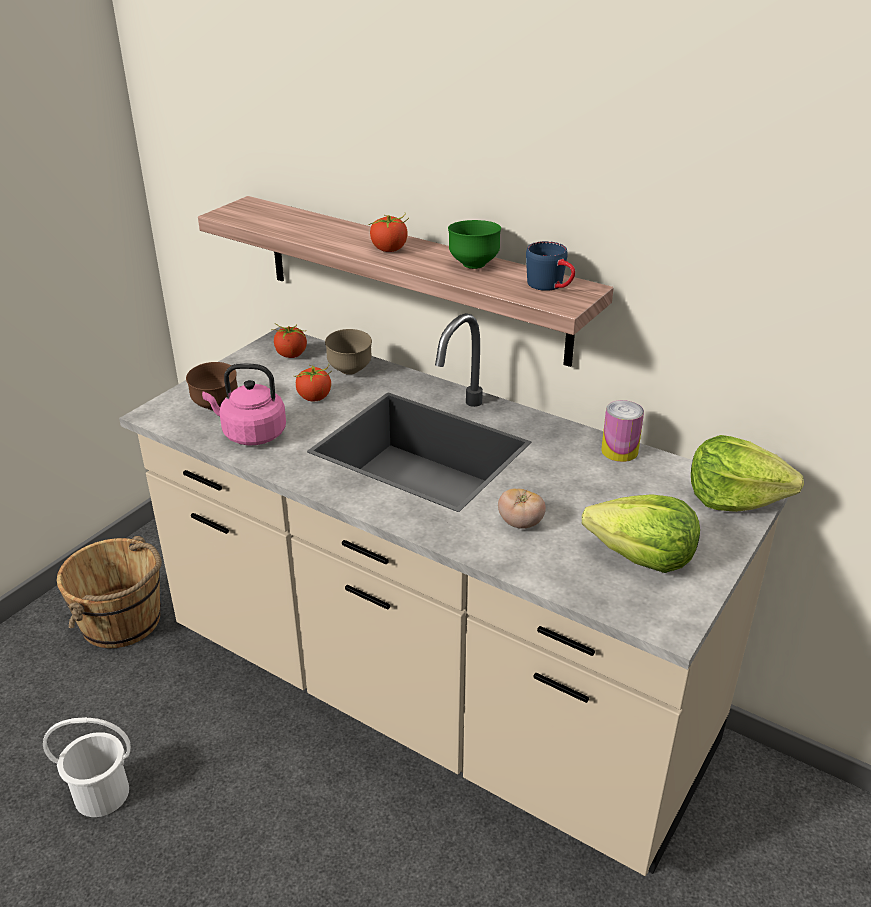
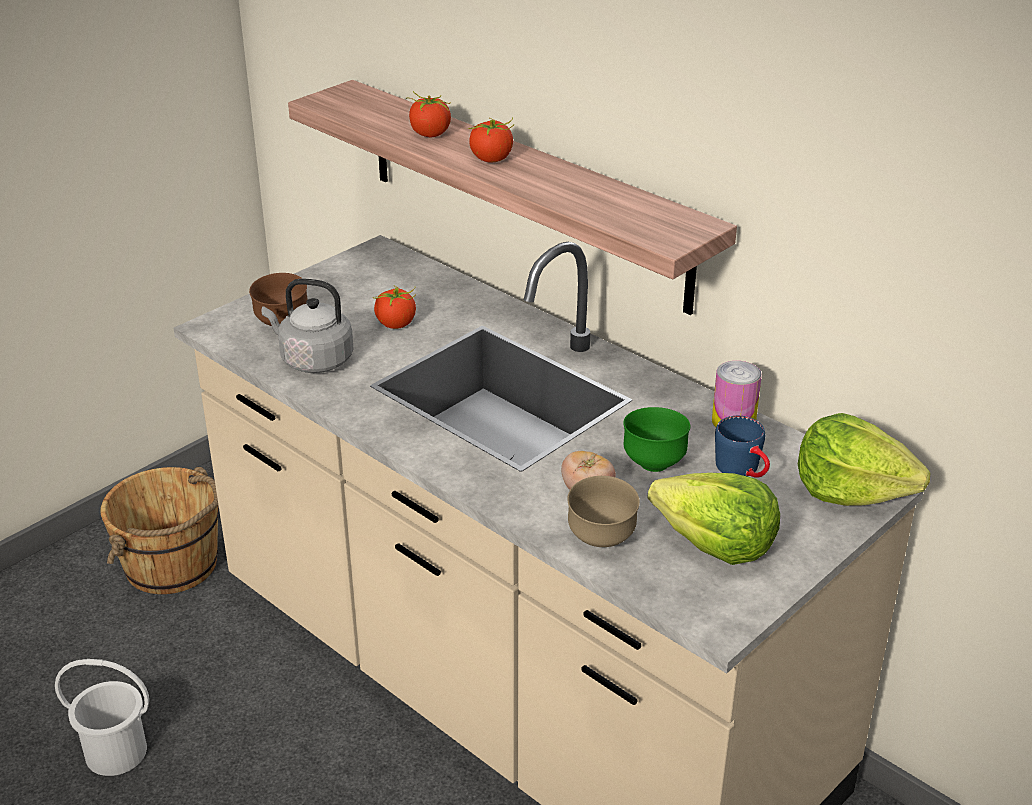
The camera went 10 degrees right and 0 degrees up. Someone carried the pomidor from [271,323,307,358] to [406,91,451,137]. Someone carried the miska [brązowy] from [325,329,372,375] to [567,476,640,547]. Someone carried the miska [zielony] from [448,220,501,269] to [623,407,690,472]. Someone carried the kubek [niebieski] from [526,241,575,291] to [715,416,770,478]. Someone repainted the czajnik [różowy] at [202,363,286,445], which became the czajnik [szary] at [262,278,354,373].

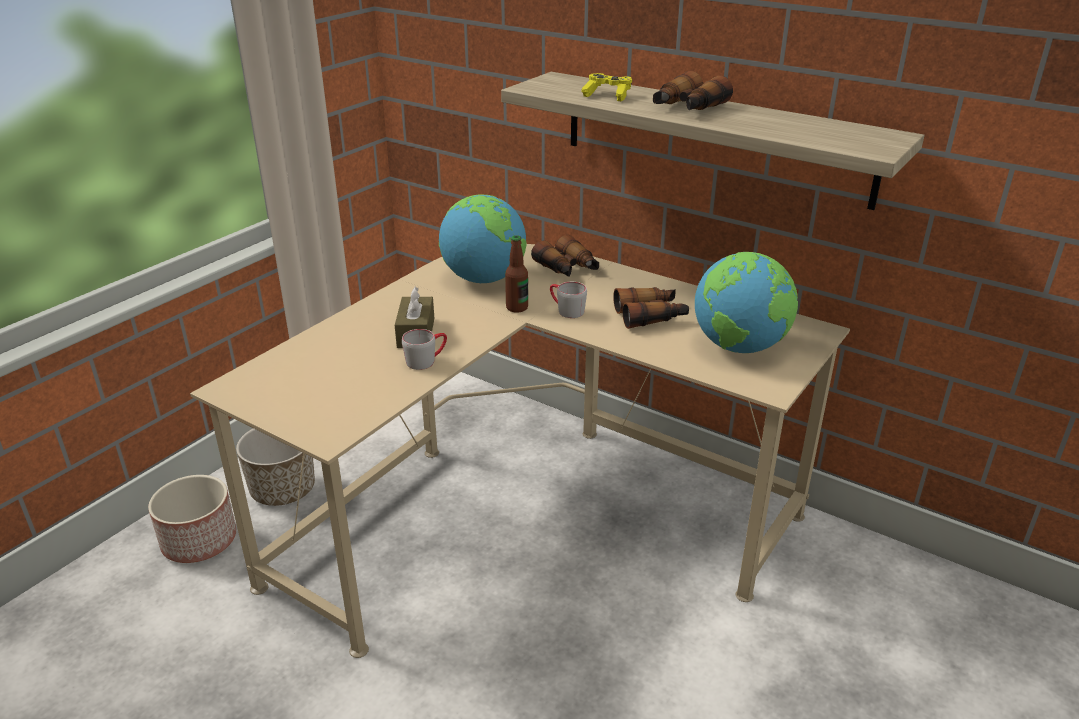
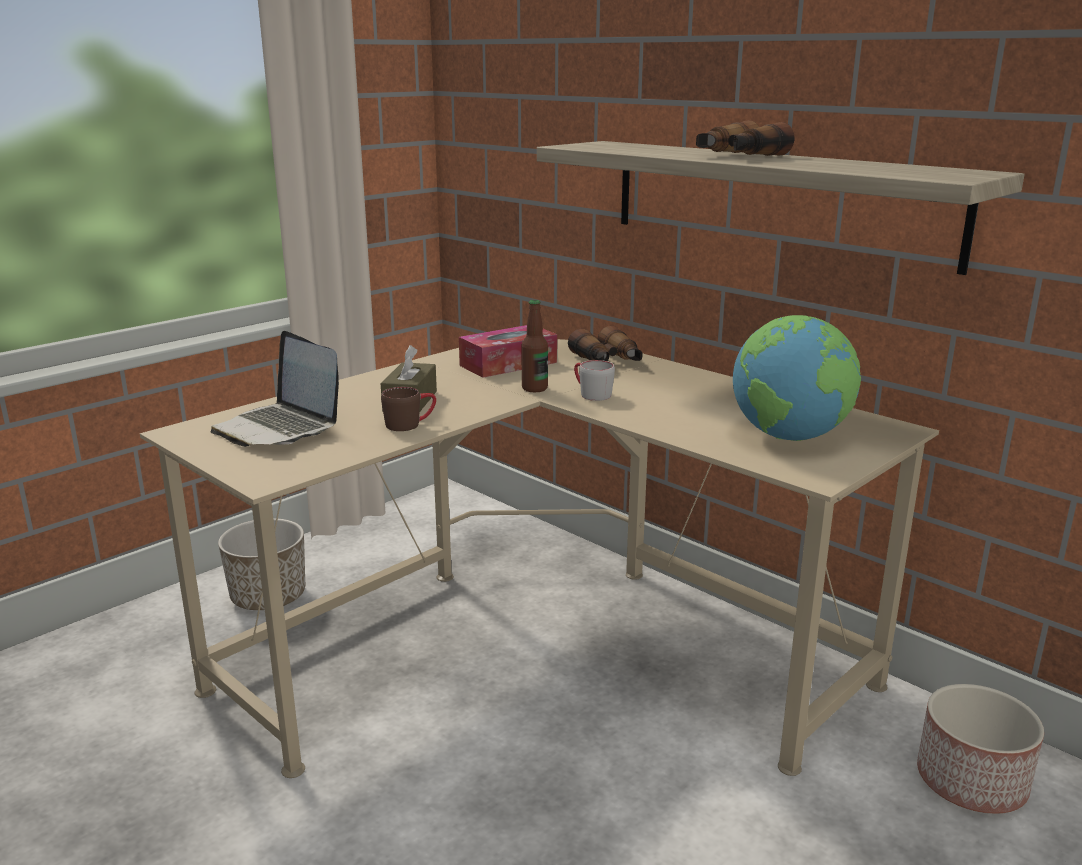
The camera went 10 degrees right and 10 degrees down. Someone took away the pad do gier [żółty] at [581,73,632,101]. Someone took away the lornetka at [613,287,689,329]. Someone put down the laptop at [211,331,339,447]. Someone carried the donica from [148,475,236,563] to [917,684,1044,814]. Someone swapped the globus at [439,194,527,283] for the pudełko chusteczek at [459,325,557,378]. Someone repainted the kubek [szary] at [402,329,447,370], which became the kubek [brązowy] at [381,387,436,431].

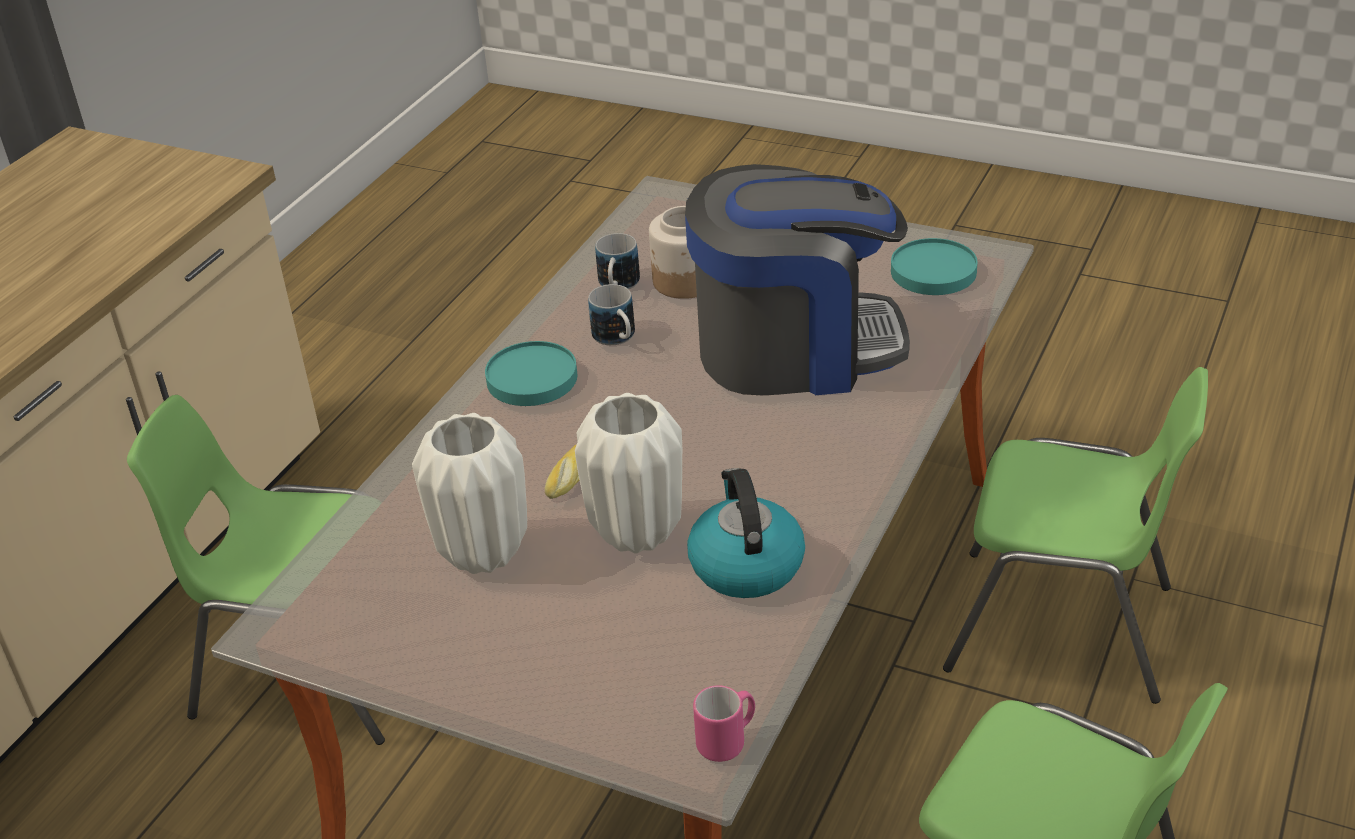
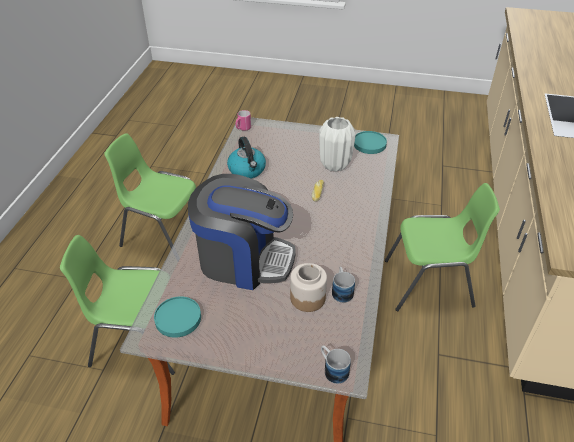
The camera went 165 degrees right and 5 degrees up. Someone took away the wazon [biały] at [575,393,682,554]. Someone carried the talerz [turkusowy] from [485,341,577,406] to [354,131,387,154]. Someone carried the kubek from [588,284,635,345] to [321,345,351,384]. Someone rotated the ekspres do kawy at [685,164,910,395] by 150 degrees counterclockwise.

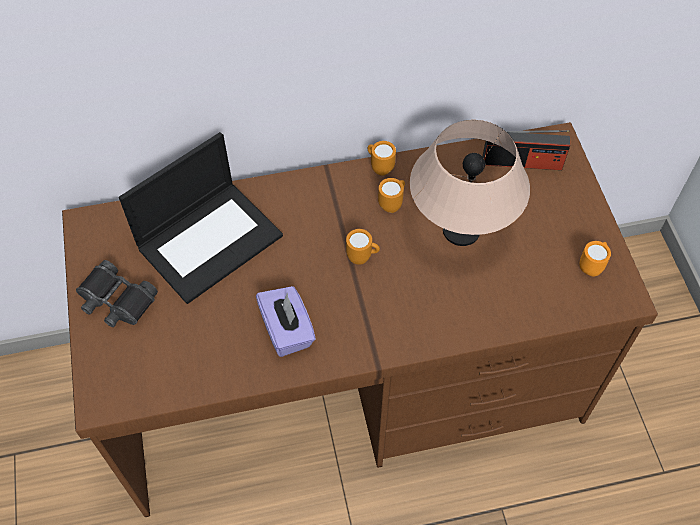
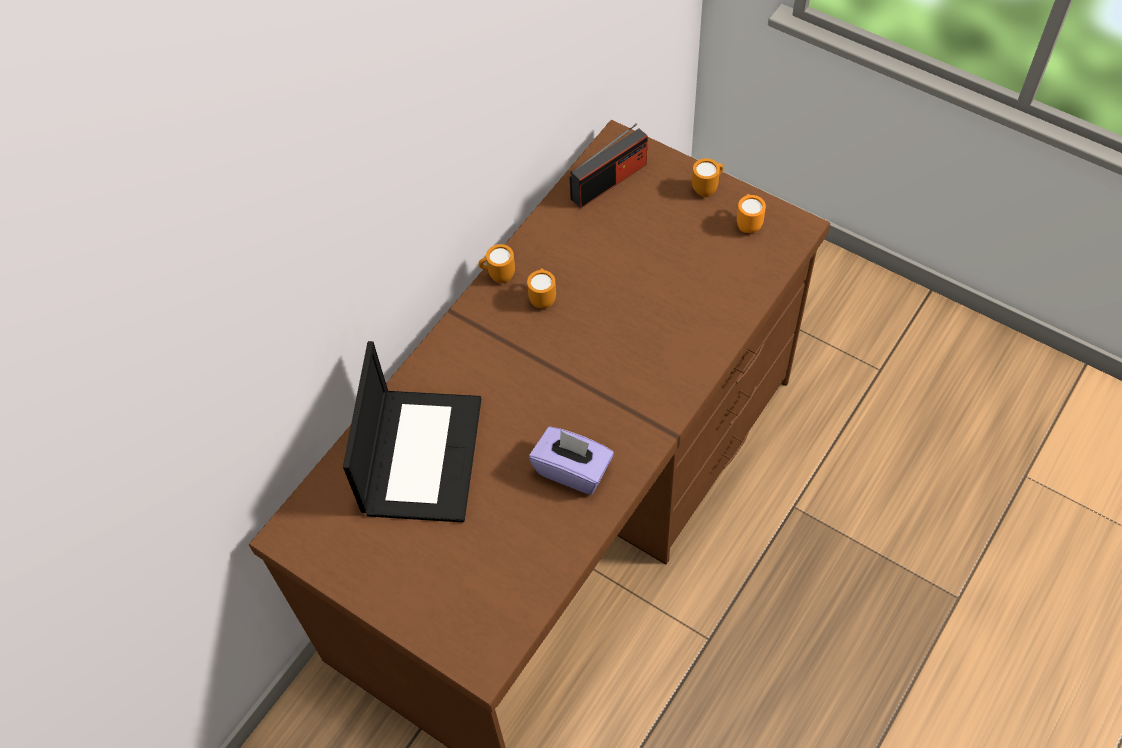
The camera went 40 degrees left and 0 degrees up. Someone took away the lornetka [czarny] at [76,260,158,327]. Someone took away the lampa stołowa [beżowy] at [410,120,530,246]. Someone carried the kubek [pomarańczowy] from [346,229,380,265] to [692,158,724,197].

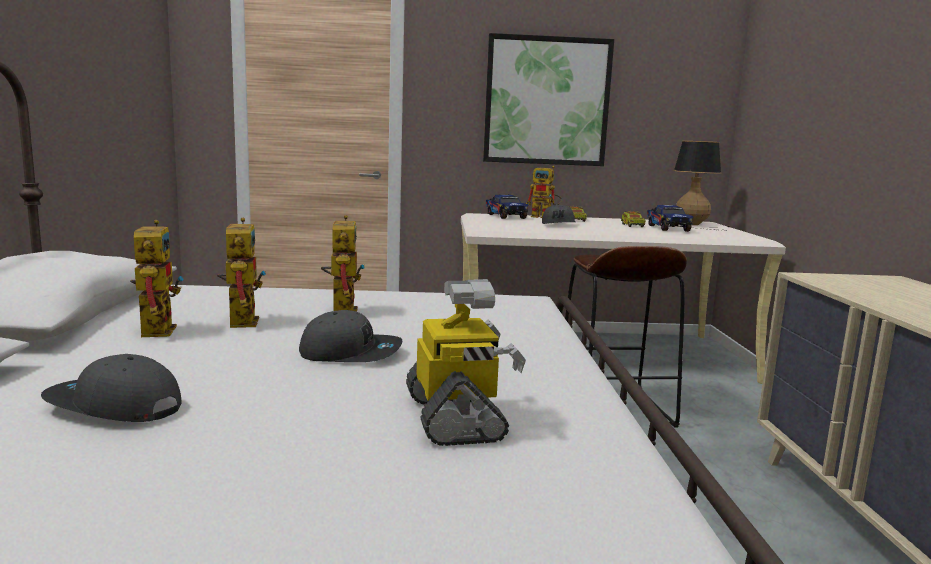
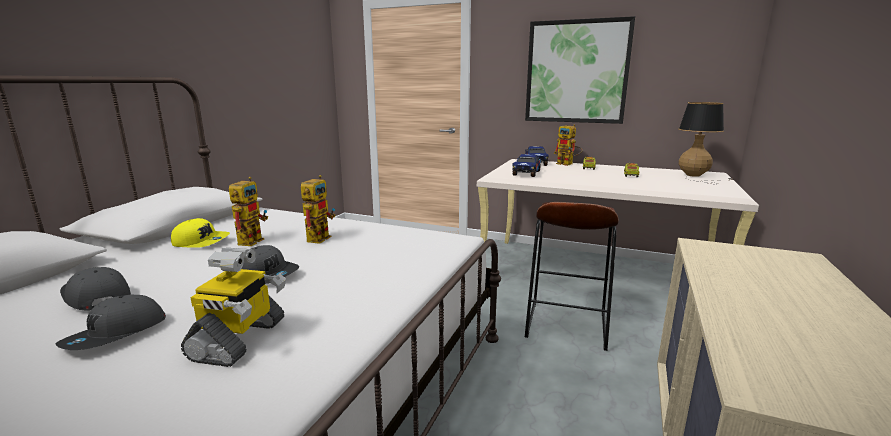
The camera went 25 degrees right and 5 degrees up. Someone carried the czapka z daszkiem [szary] from [542,204,576,224] to [56,295,166,350]. Someone carried the ciężarówka zabawkowa from [647,205,693,232] to [512,154,541,177]. Someone swapped the robot zabawkowy at [130,220,184,337] for the czapka z daszkiem [żółty] at [171,218,230,248].

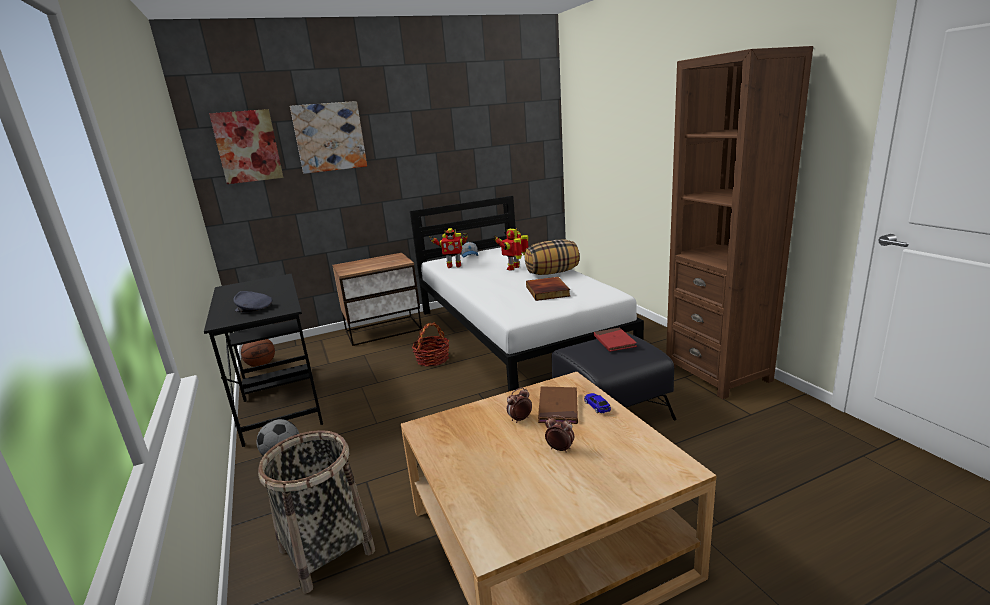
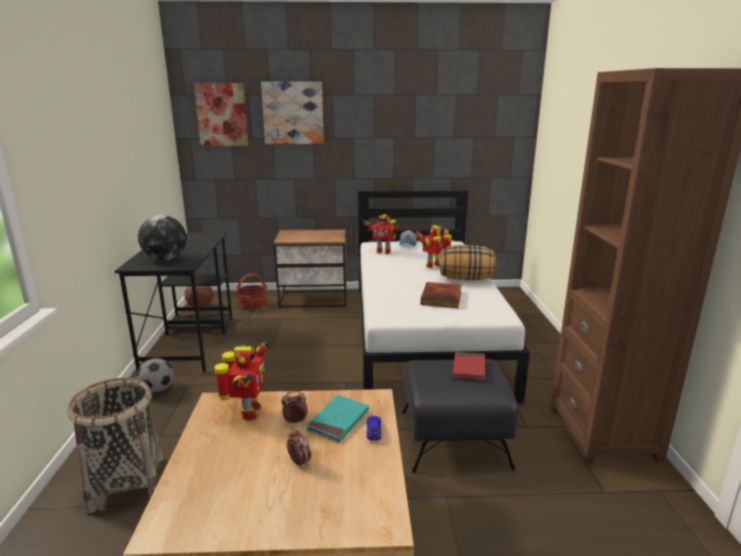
The camera went 20 degrees right and 0 degrees up. Someone put down the robot zabawkowy at [214,338,271,420]. Someone carried the koszyk from [412,322,450,366] to [235,274,267,310]. Someone swapped the czapka z daszkiem [szary] at [233,291,273,312] for the globus at [138,215,187,261]. Someone repainted the książka [brązowy] at [538,386,578,424], which became the książka [turkusowy] at [306,395,369,443].

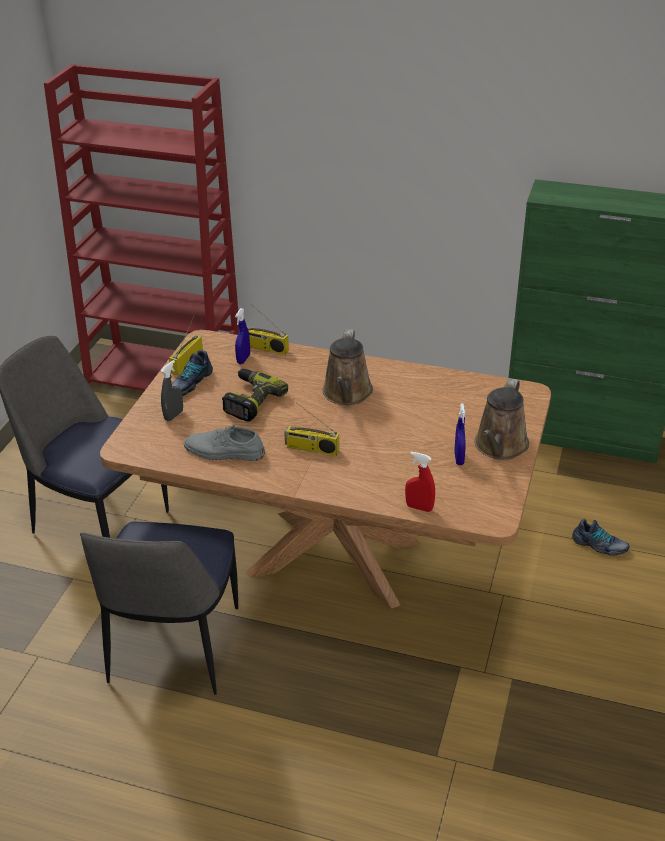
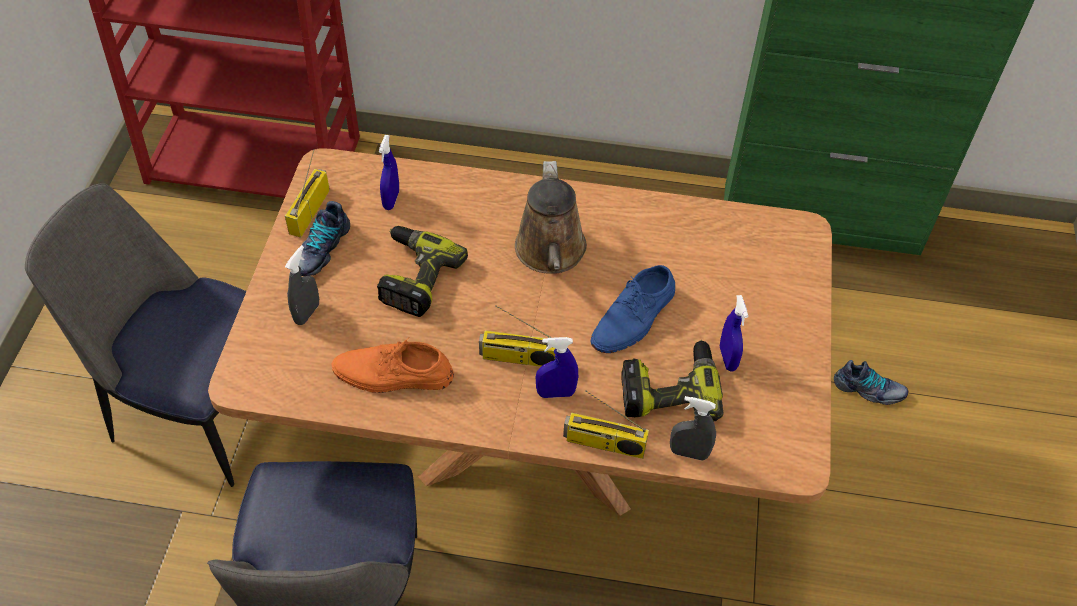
The camera went 10 degrees left and 15 degrees up. Someone took away the konewka [brązowy] at [474,378,529,460]. Someone put down the spryskiwacz [niebieski] at [536,337,578,398]. Someone put down the but [niebieski] at [591,265,675,353]. Someone put down the wiertarka at [621,340,724,422]. Someone carried the radio from [247,304,289,355] to [563,390,649,459]. Someone repainted the but [szary] at [184,424,265,461], which became the but [pomarańczowy] at [332,337,454,393]. Someone repainted the spryskiwacz [czerwony] at [405,452,435,512], which became the spryskiwacz [szary] at [670,396,716,461].

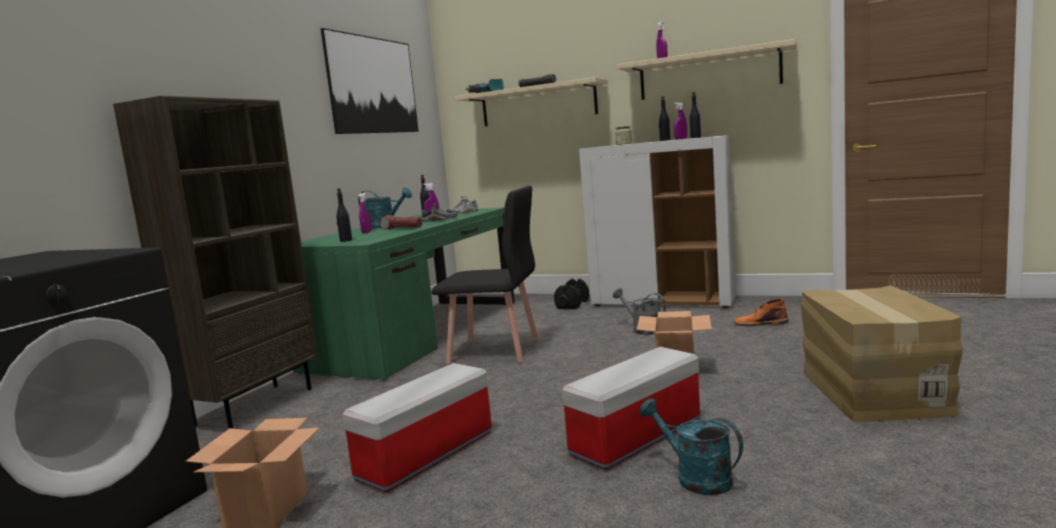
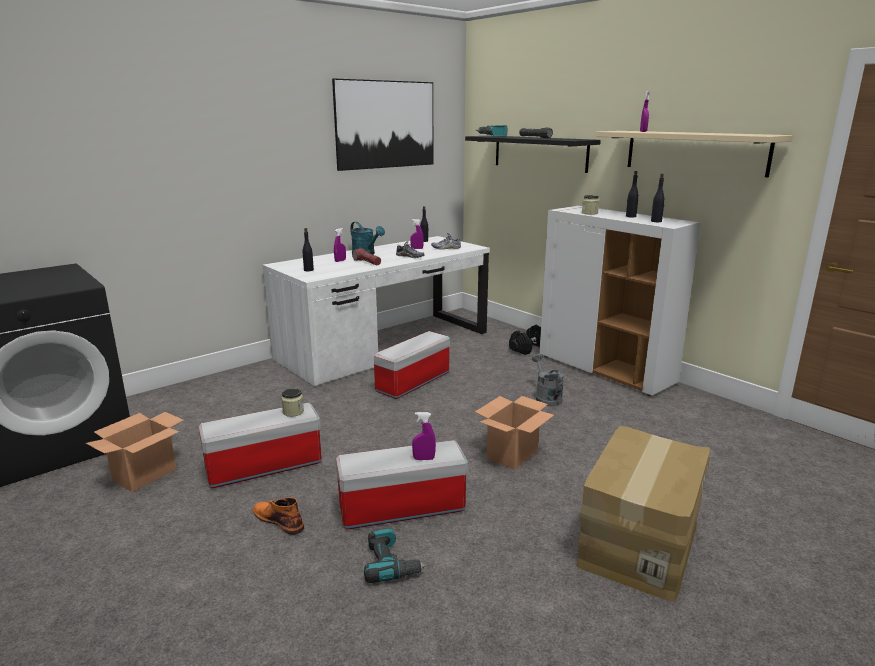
The camera went 25 degrees right and 10 degrees up. Someone took away the regał [brązowy] at [113,96,318,429]. Someone put down the słoik at [281,389,304,417]. Someone carried the spryskiwacz [fioletowy] from [674,102,687,139] to [412,412,436,460]. Someone carried the but z cholewką [pomarańczowy] from [734,298,789,326] to [253,497,304,535]. Someone swapped the krzesło [czarny] at [431,186,539,364] for the pojemnik do przechowywania at [374,331,450,399]. Someone swapped the konewka [turkusowy] at [639,398,743,495] for the wiertarka at [364,528,427,583]. Someone repainted the biurko [zielony] at [293,207,515,380], which became the biurko [biały] at [263,236,490,386]. Someone repainted the półka [beżowy] at [455,77,608,126], which became the półka [czarny] at [465,135,601,173].

